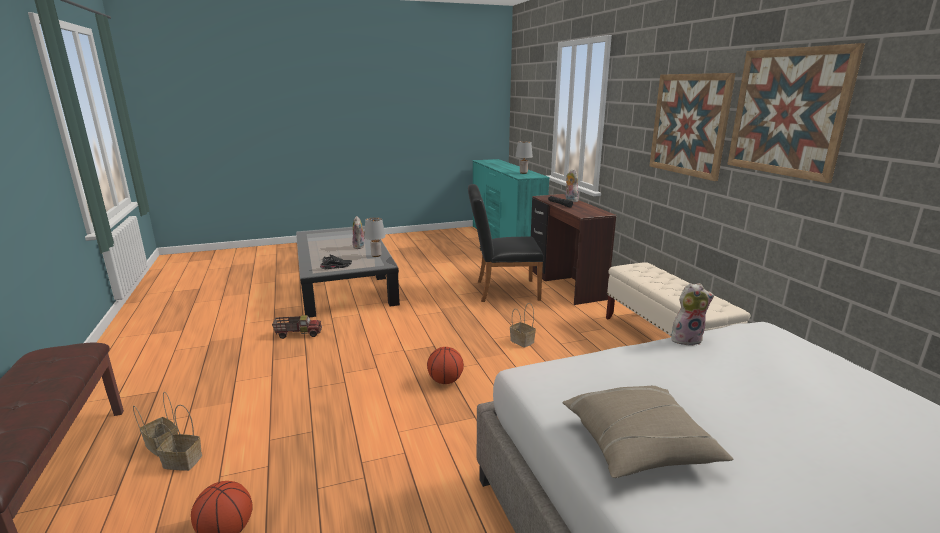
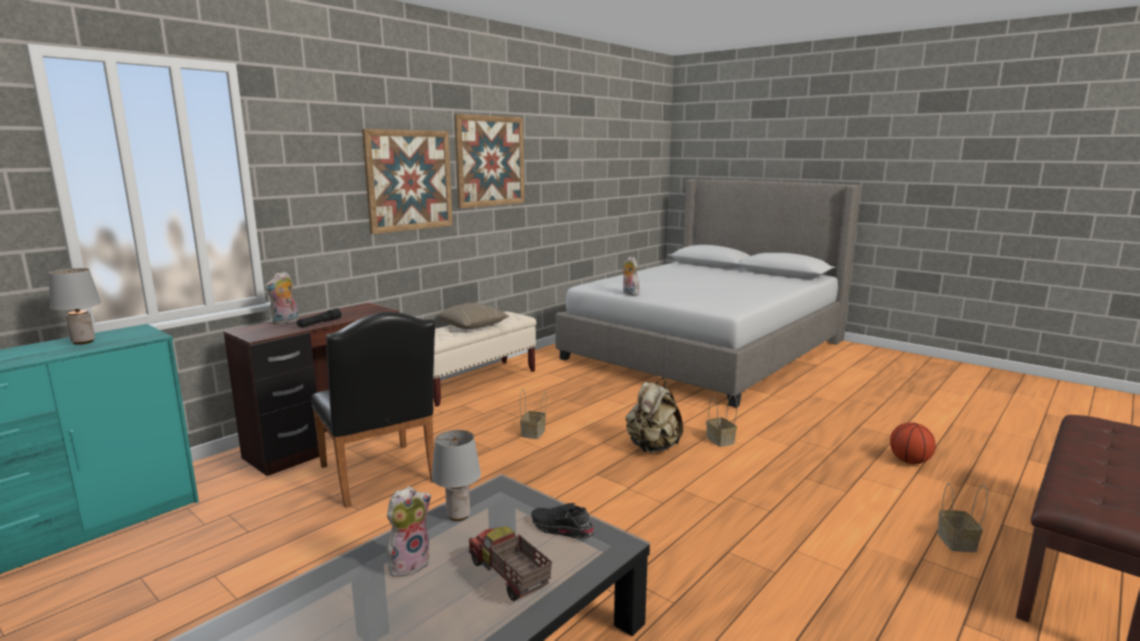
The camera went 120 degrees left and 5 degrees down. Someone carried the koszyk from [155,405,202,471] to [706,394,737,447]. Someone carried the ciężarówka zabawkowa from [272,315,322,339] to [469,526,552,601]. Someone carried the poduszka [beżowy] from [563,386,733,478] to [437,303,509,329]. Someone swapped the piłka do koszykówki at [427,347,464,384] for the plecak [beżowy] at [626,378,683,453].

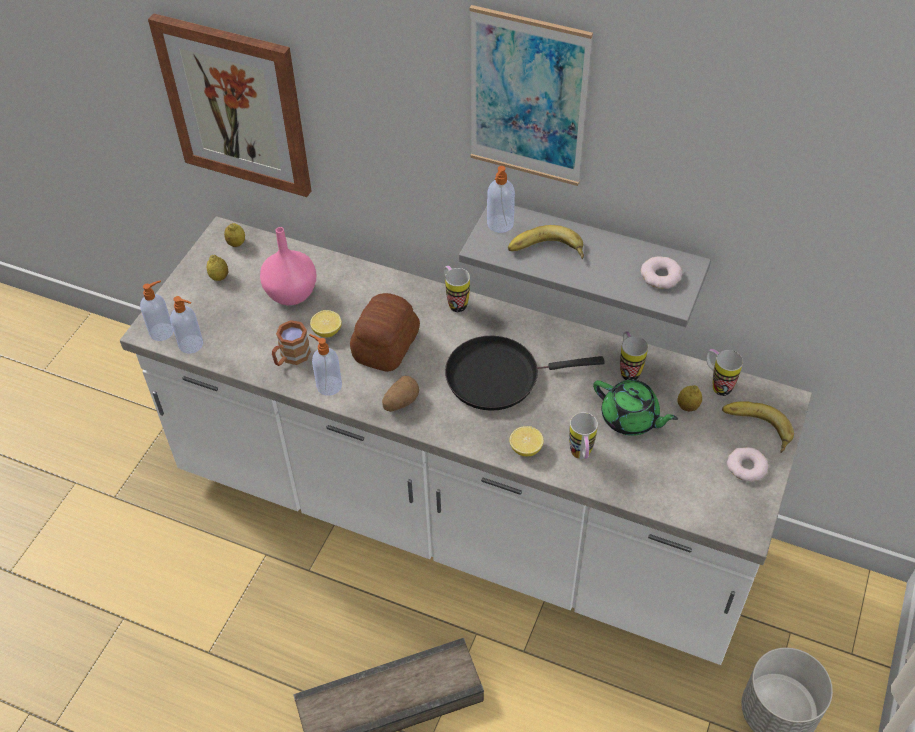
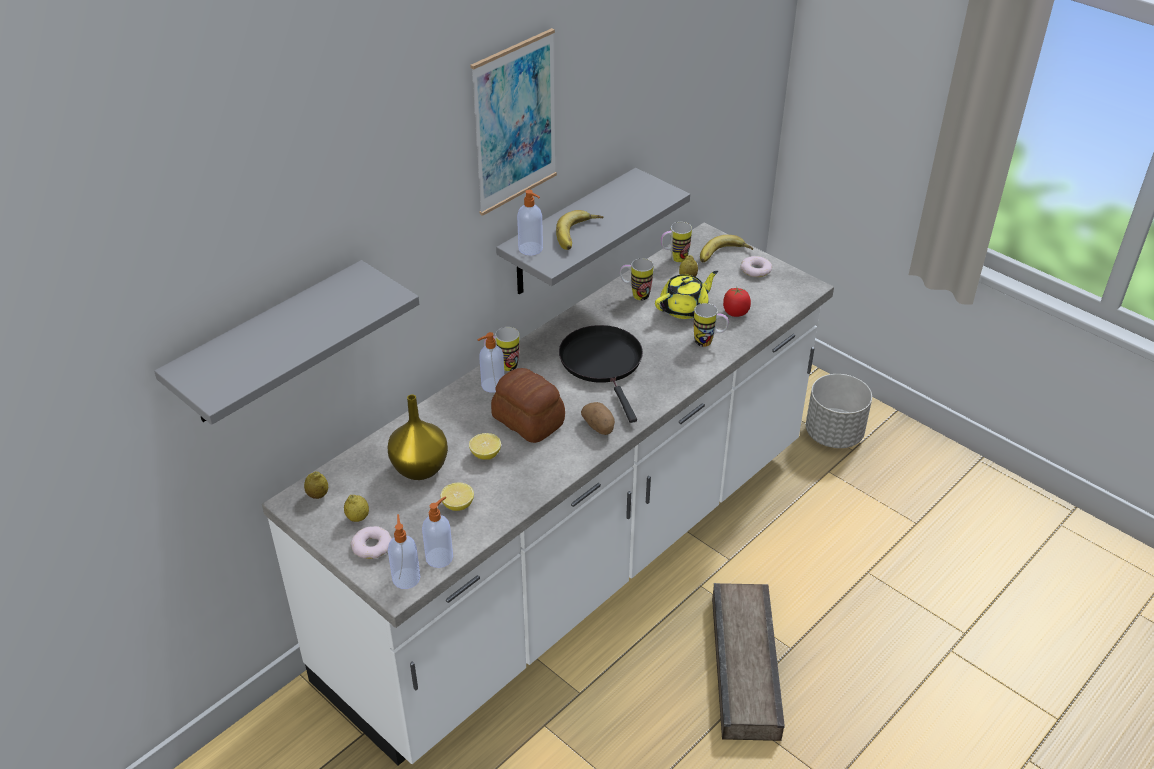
The camera went 70 degrees left and 10 degrees down. Someone took away the kubek [brązowy] at [272,320,311,366]. Someone put down the pomidor at [723,286,751,317]. Someone carried the dozownik mydła from [309,334,342,396] to [478,332,504,393]. Someone carried the cytryna from [509,426,544,456] to [441,482,474,511]. Someone carried the donut from [641,256,682,289] to [351,526,392,559]. Someone swapped the obraz at [148,14,312,197] for the półka [szary] at [154,260,419,425]. Someone repainted the wazon [różowy] at [260,227,317,305], which became the wazon [żółty] at [387,394,448,480]. Someone repainted the imbryk [zielony] at [593,380,678,436], which became the imbryk [żółty] at [655,271,718,319]. Someone rotated the patelnia [czarny] at [445,336,605,411] by 150 degrees clockwise.

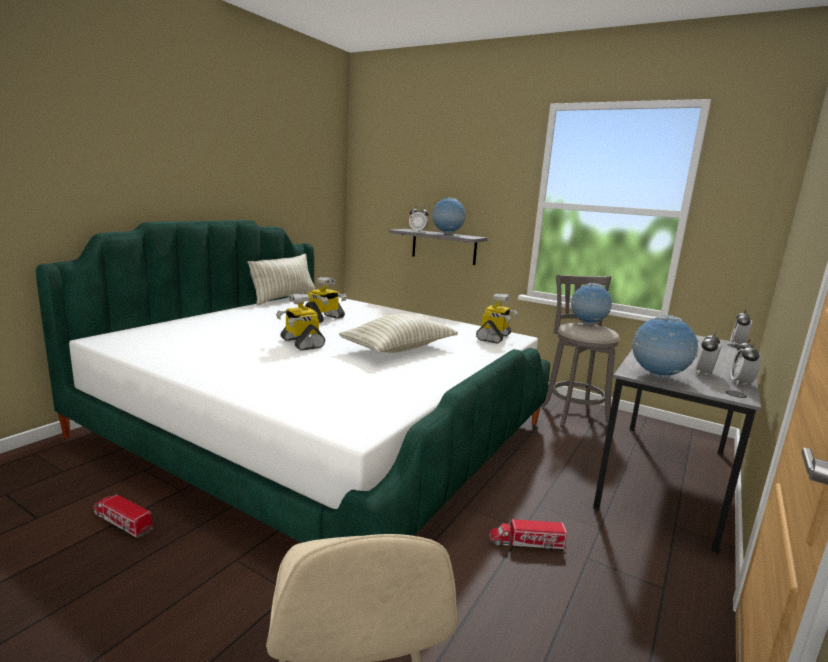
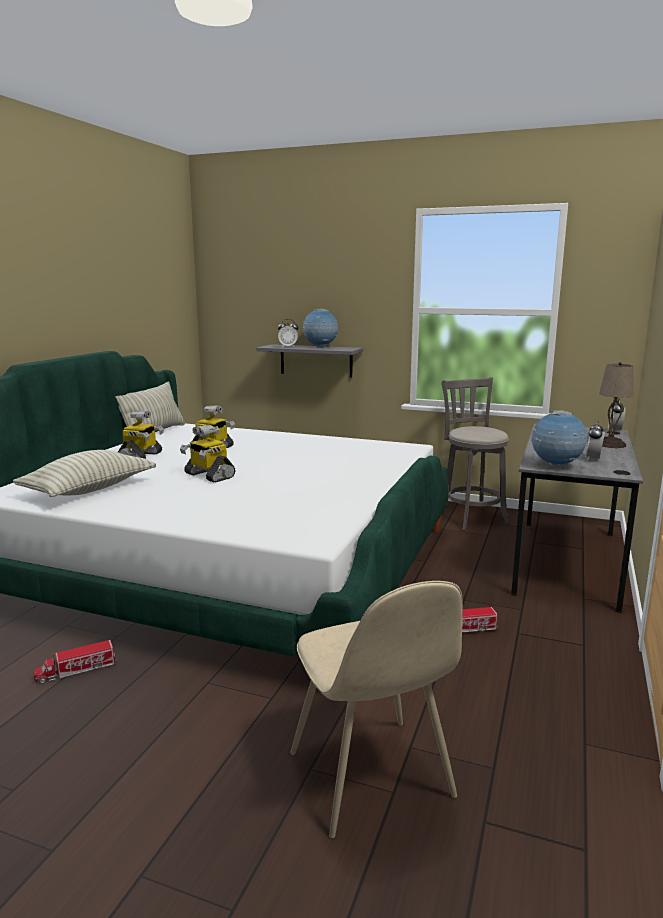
The camera went 10 degrees left and 0 degrees up. Someone took away the globus at [571,283,612,325]. Someone took away the budzik at [731,339,761,385]. Someone put down the lampa stołowa [beżowy] at [599,362,634,448]. Someone carried the poduszka from [339,314,458,353] to [13,450,156,497]. Someone carried the robot zabawkowy from [476,293,518,344] to [118,411,164,459]. Someone rotated the ciężarówka zabawkowa at [93,494,153,537] by 45 degrees counterclockwise.

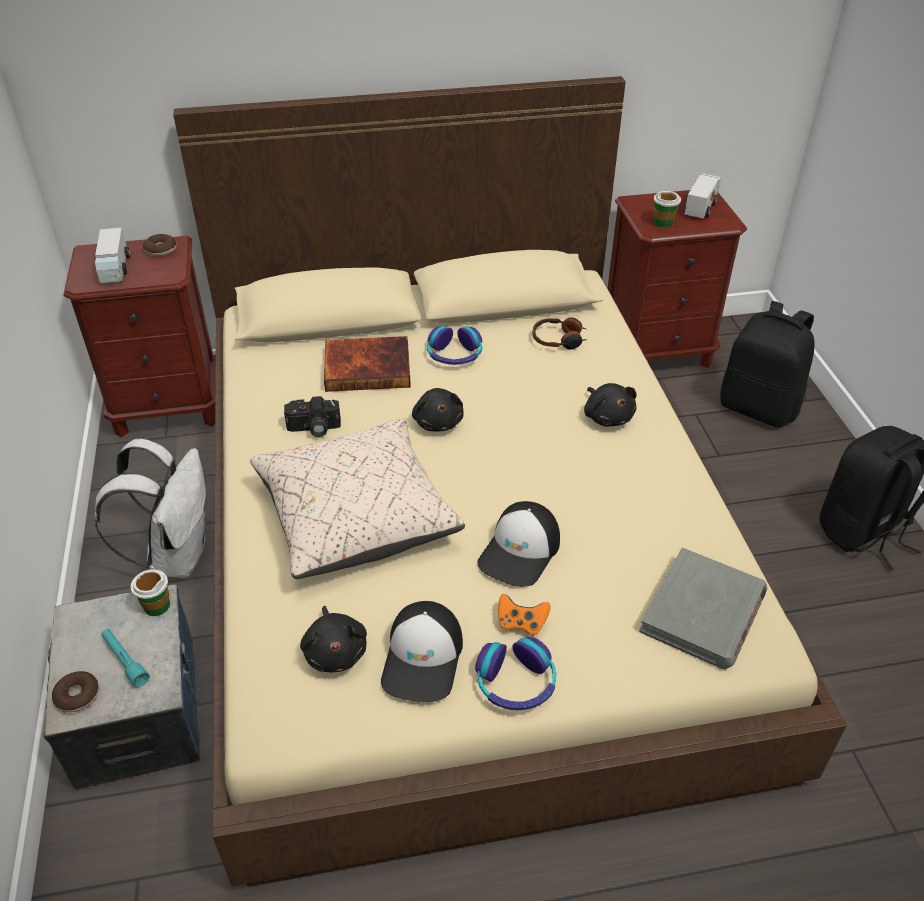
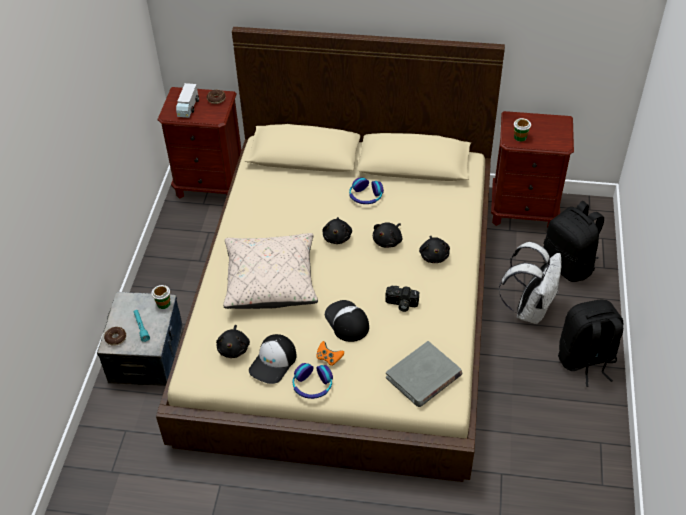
The camera went 20 degrees right and 5 degrees up. Someone took away the książka at [324,336,411,392]. Someone took away the słuchawki at [533,318,587,349]. Someone took away the ciężarówka zabawkowa at [683,173,721,218]. Someone put down the pluszak [czarny] at [373,222,402,248]. Someone carried the plecak [biały] from [95,438,206,578] to [499,242,561,324]. Someone carried the aparat fotograficzny from [284,396,341,437] to [385,286,419,312]. Someone rotated the czapka z daszkiem at [478,501,560,587] by 105 degrees clockwise.

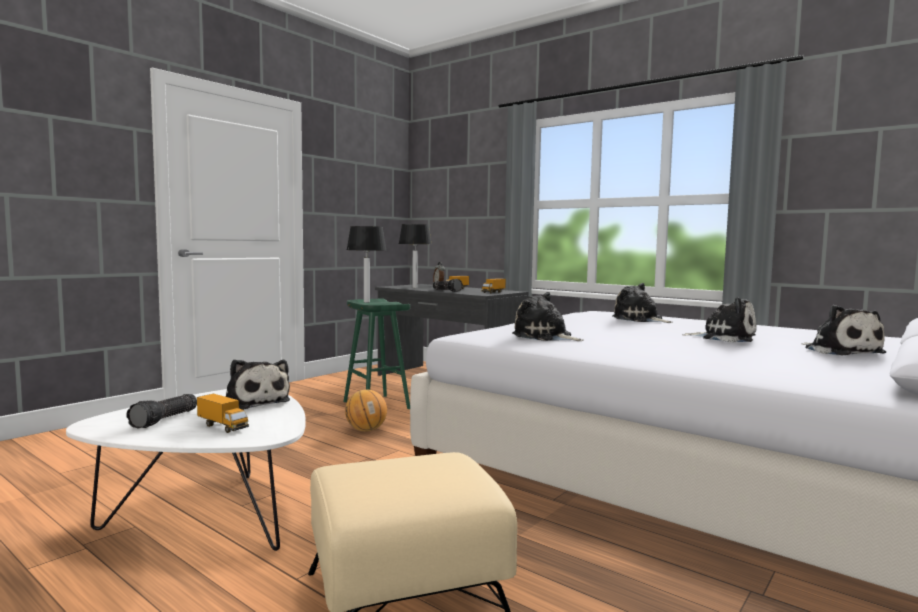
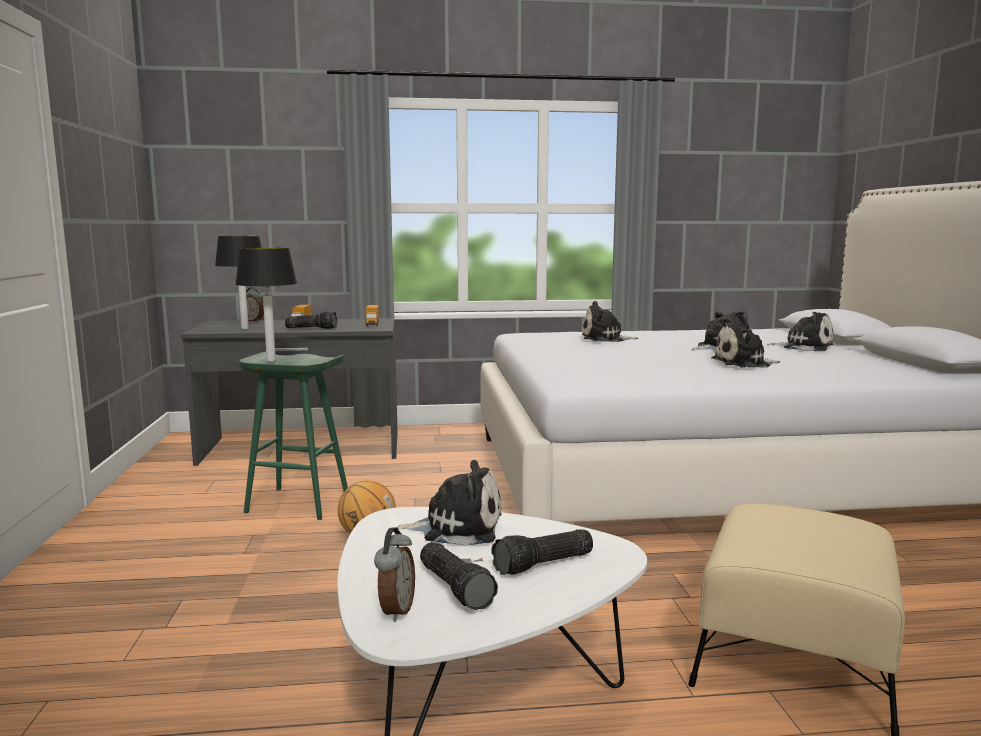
The camera went 45 degrees left and 5 degrees up. Someone put down the budzik at [374,528,415,622]. Someone carried the pluszak from [512,292,584,341] to [711,318,780,368]. Someone swapped the ciężarówka zabawkowa at [197,394,249,433] for the latarka at [491,529,593,575].

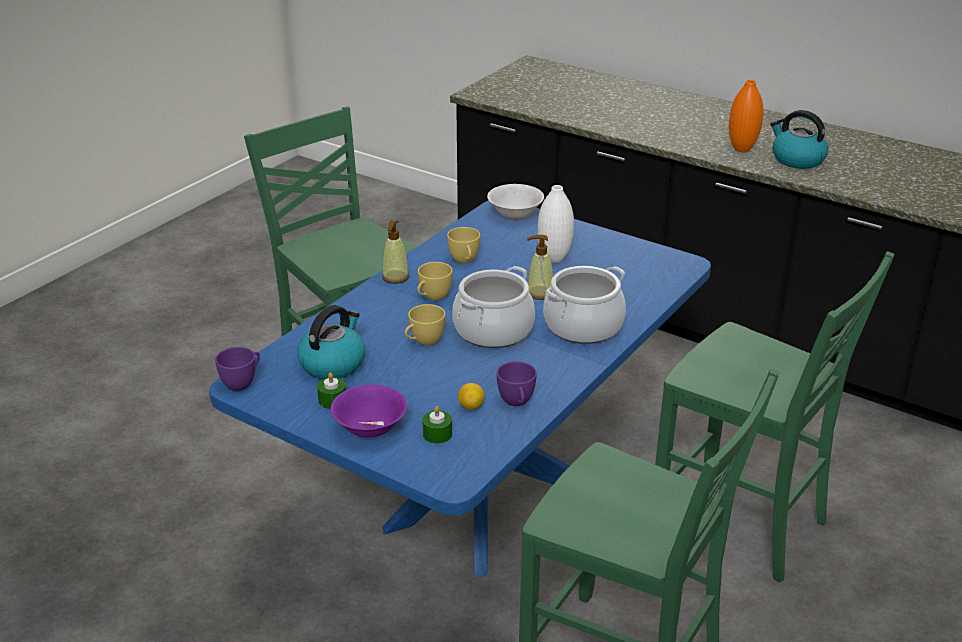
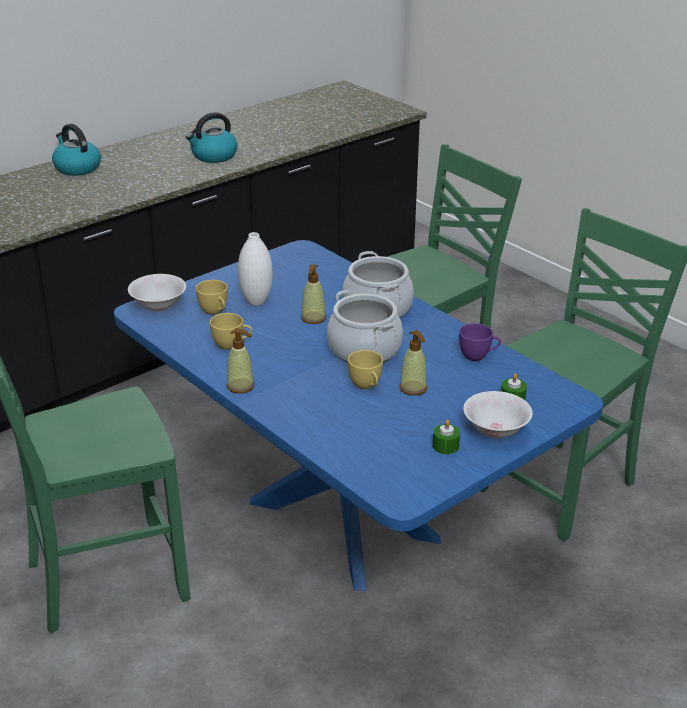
The camera went 75 degrees left and 0 degrees up. Someone took away the filiżanka [fioletowy] at [215,347,260,391]. Someone took away the cytryna at [458,383,485,410]. Someone took away the wazon [pomarańczowy] at [729,80,763,152]. Someone put down the dozownik mydła at [399,330,427,395]. Someone carried the czajnik from [297,305,365,379] to [52,124,101,176]. Someone carried the filiżanka [żółty] from [417,262,453,300] to [196,280,228,315]. Someone repainted the miska [fioletowy] at [331,385,407,438], which became the miska [biały] at [463,391,533,438].

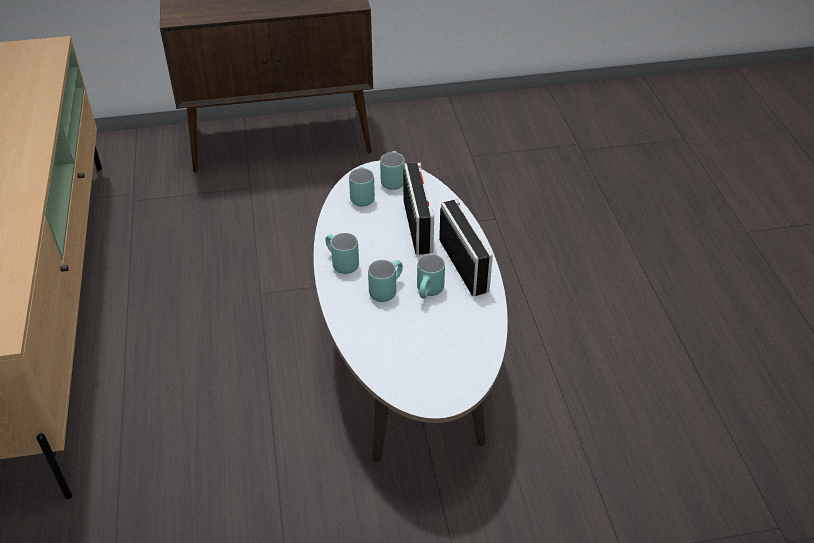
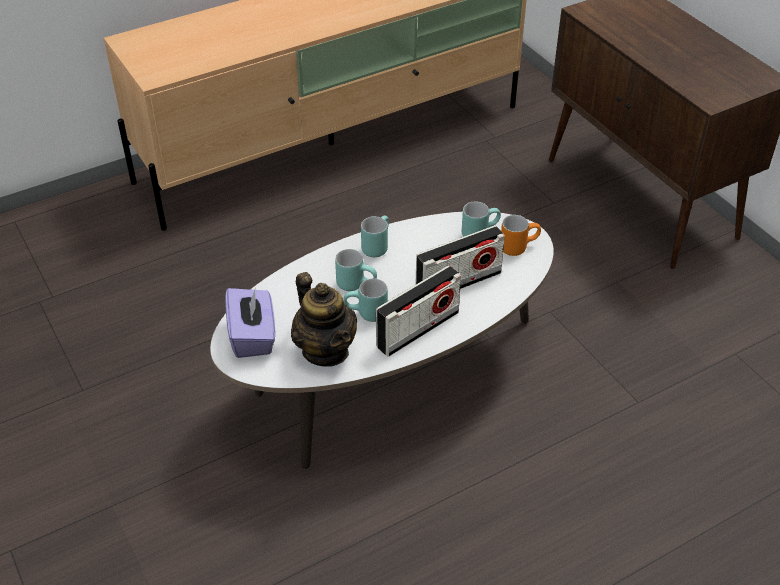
The camera went 70 degrees right and 0 degrees up. Someone put down the pudełko chusteczek [fioletowy] at [225,287,275,358]. Someone put down the imbryk at [291,272,357,367]. Someone repainted the kubek [turkusowy] at [380,151,405,190], which became the kubek [pomarańczowy] at [501,215,541,256].

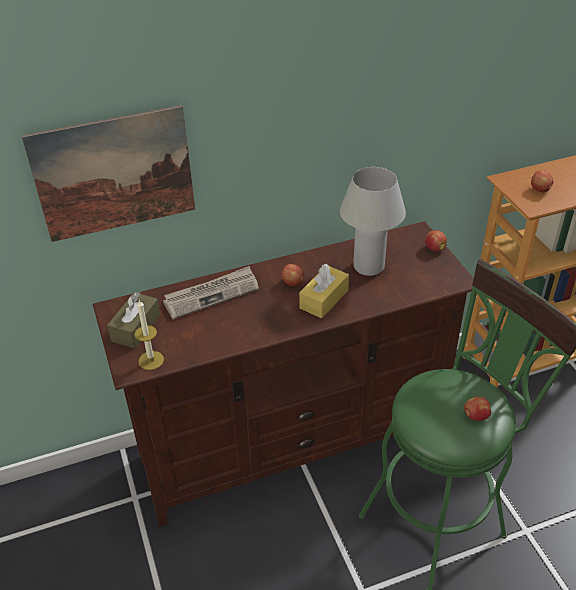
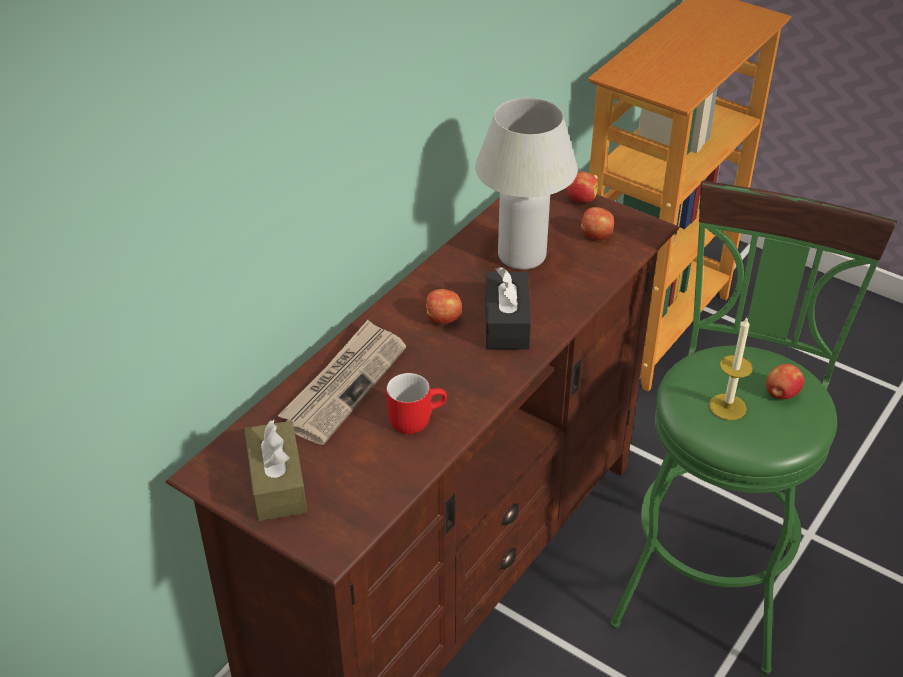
The camera went 35 degrees left and 0 degrees up. Someone took away the obraz at [22,105,195,242]. Someone put down the kubek [czerwony] at [386,373,447,434]. Someone carried the świeca from [135,300,164,370] to [709,318,753,420]. Someone carried the jabłko from [531,171,553,192] to [581,207,614,240]. Someone repainted the pudełko chusteczek [żółty] at [299,264,349,318], which became the pudełko chusteczek [czarny] at [485,267,531,350].

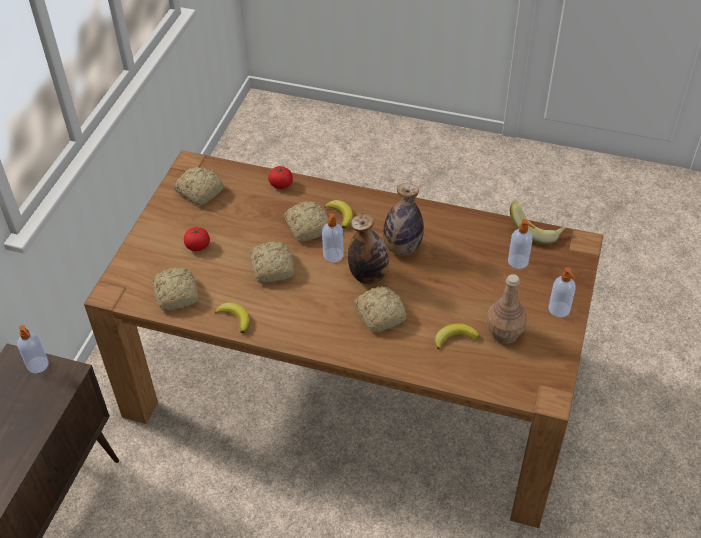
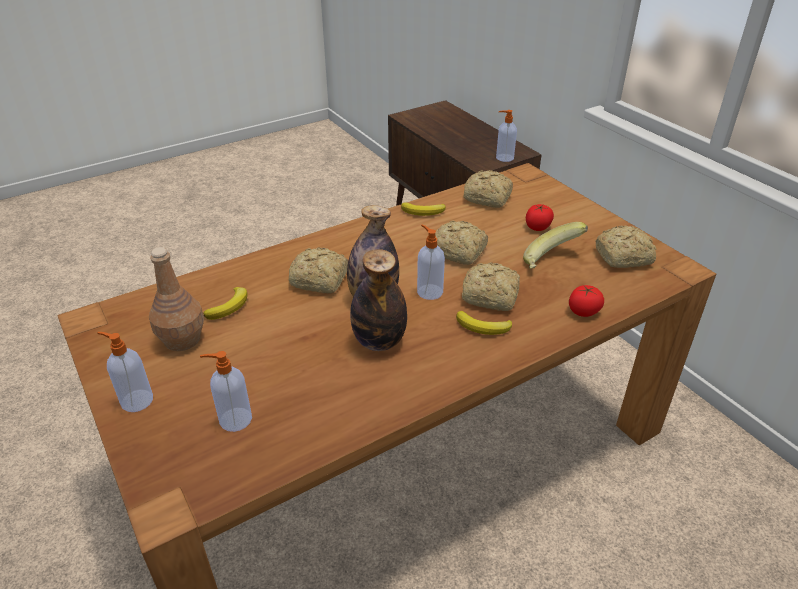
The camera went 130 degrees right and 10 degrees down. Someone carried the banan from [510,201,568,245] to [523,222,588,269].

